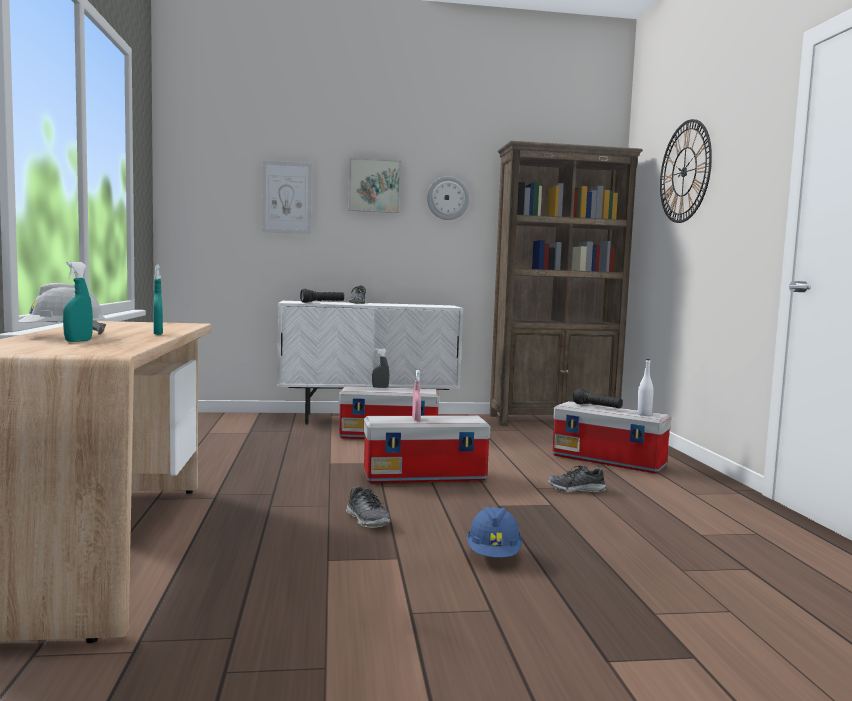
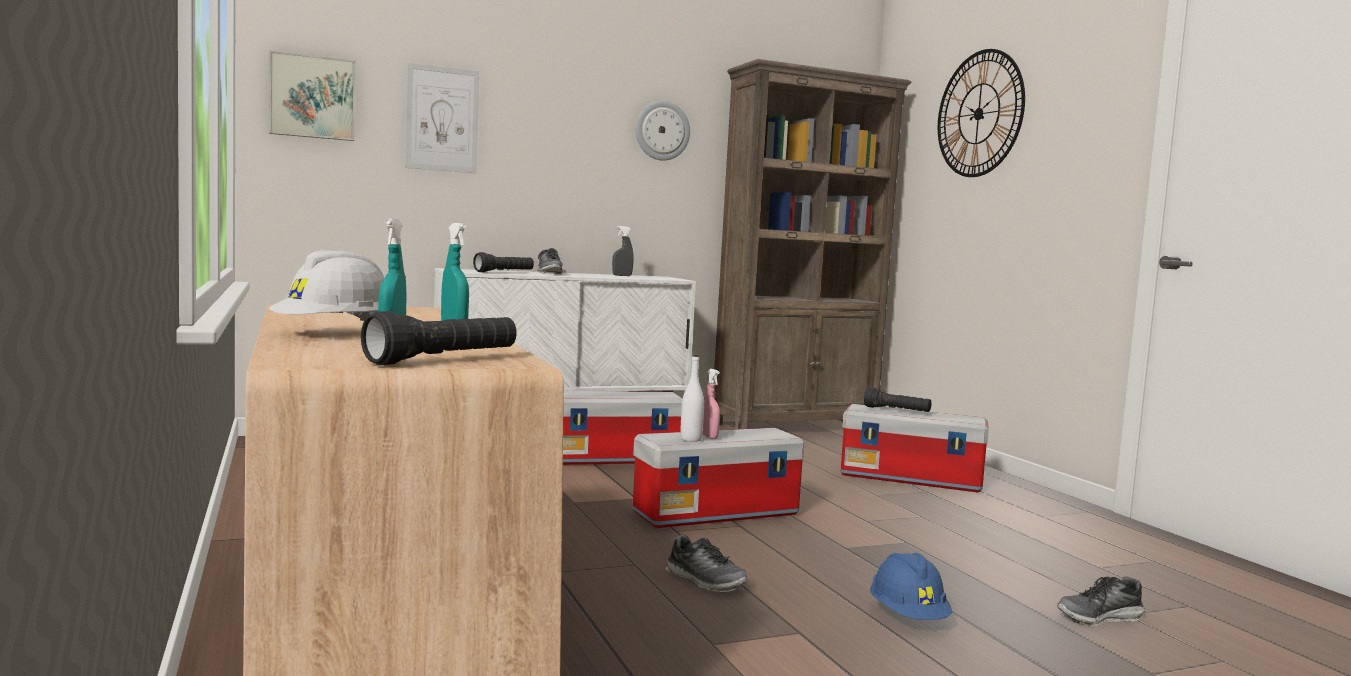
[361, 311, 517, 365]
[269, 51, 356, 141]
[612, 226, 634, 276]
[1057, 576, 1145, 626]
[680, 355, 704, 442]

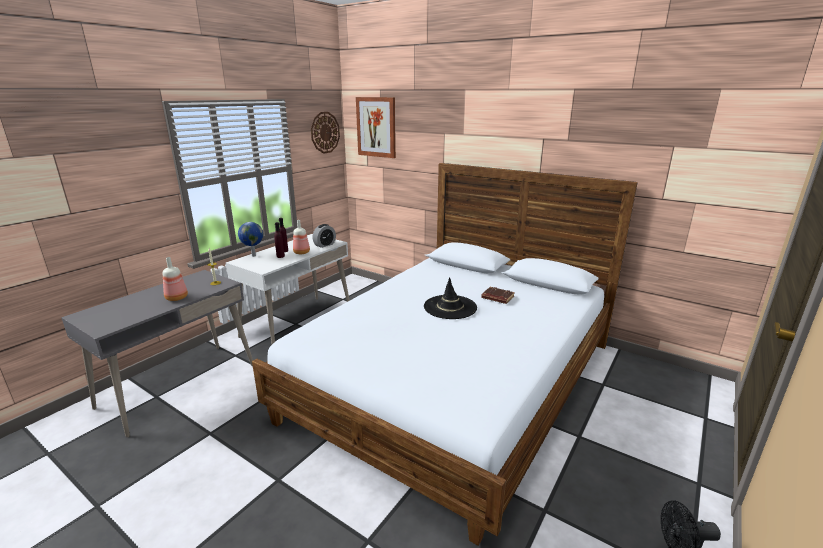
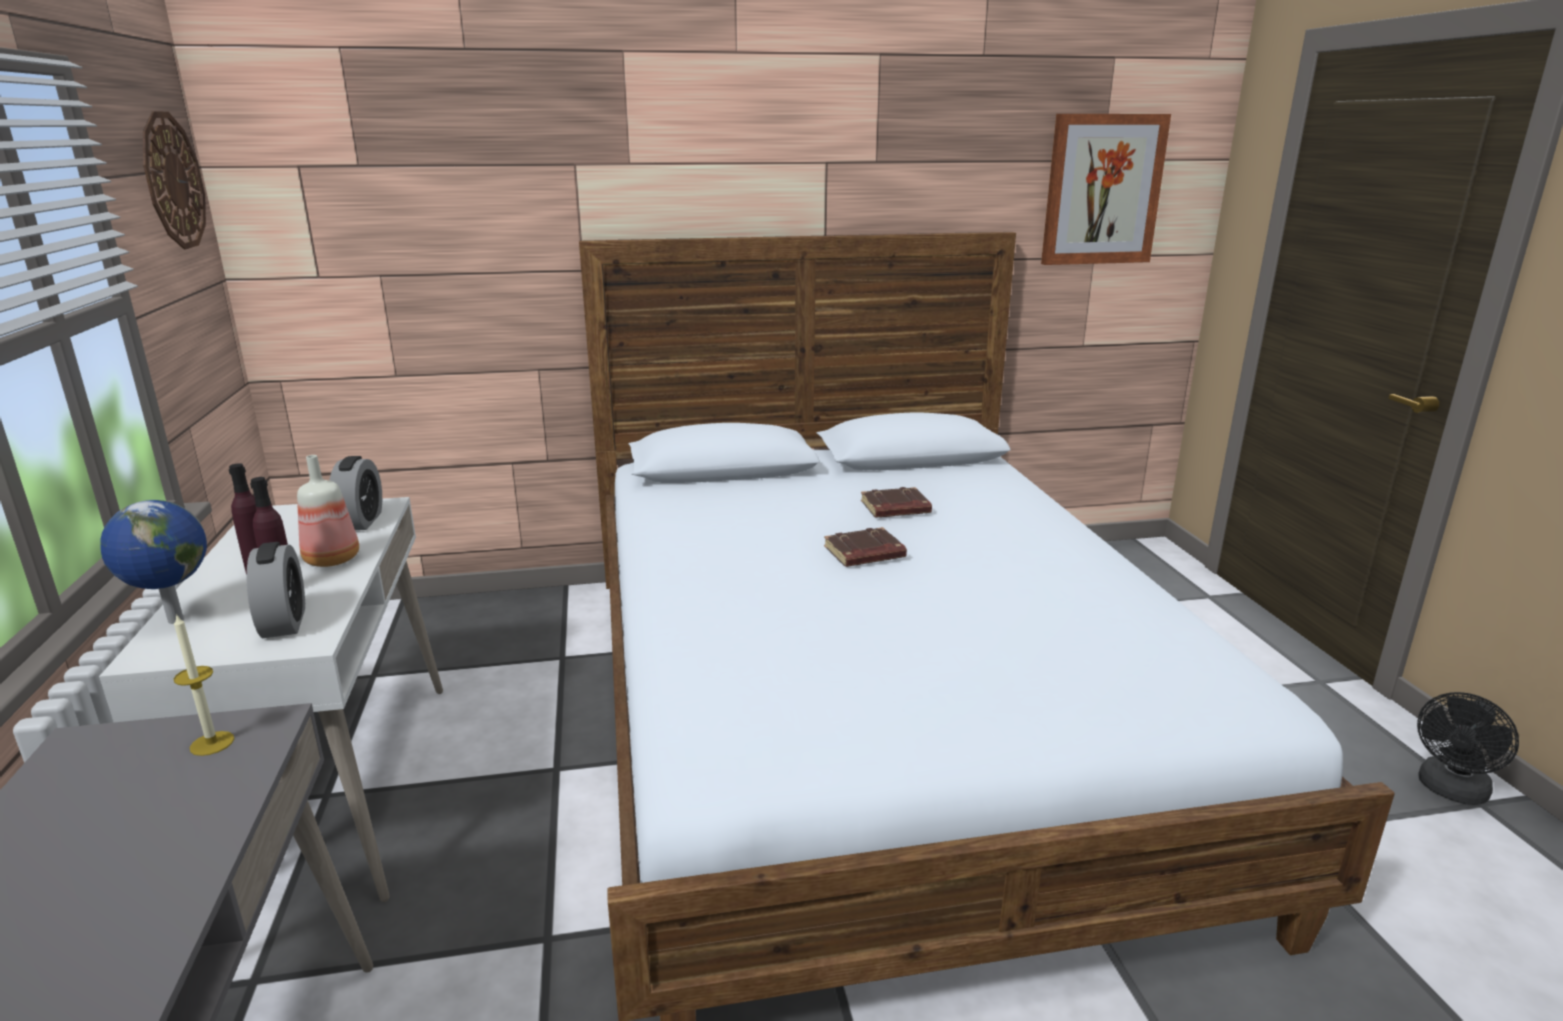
[163, 257, 188, 301] (first image)
[247, 542, 305, 638]
[1041, 114, 1171, 265]
[824, 527, 907, 567]

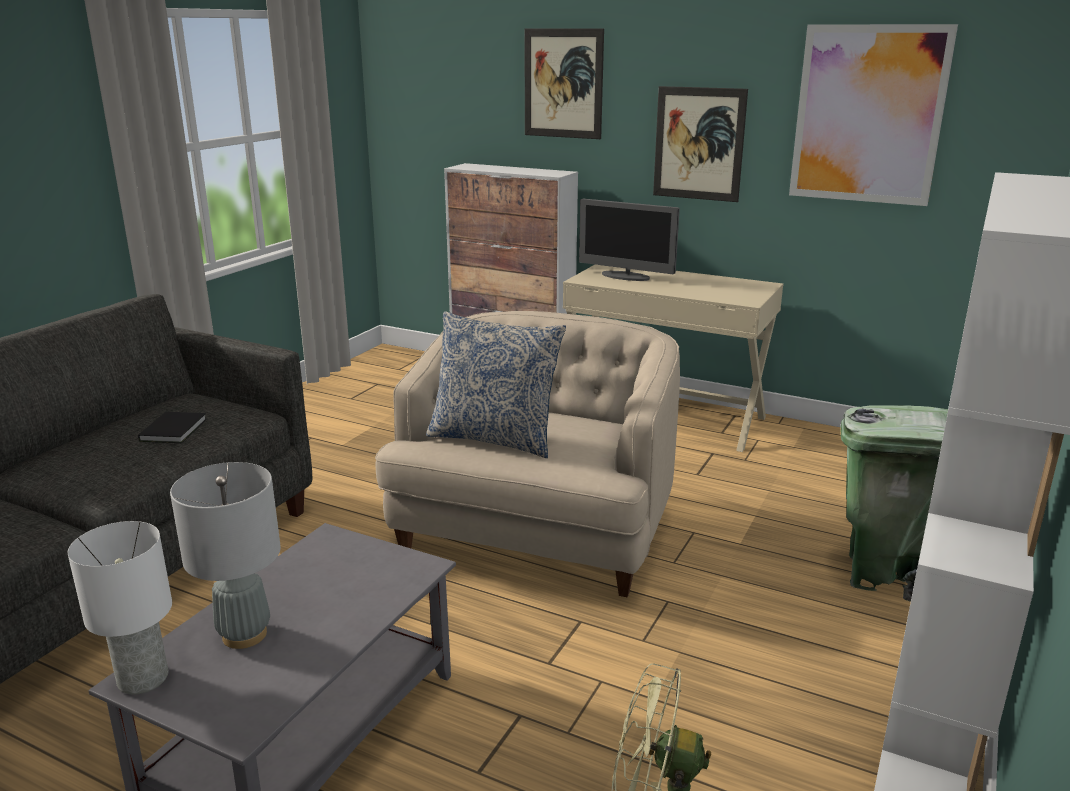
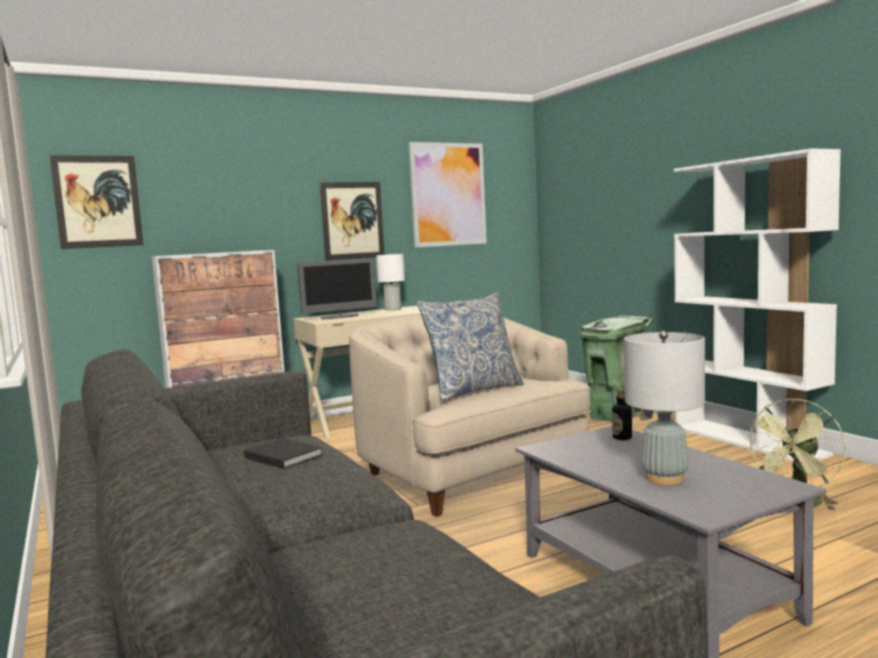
[612, 389, 632, 440]
[376, 254, 405, 310]
[49, 155, 144, 249]

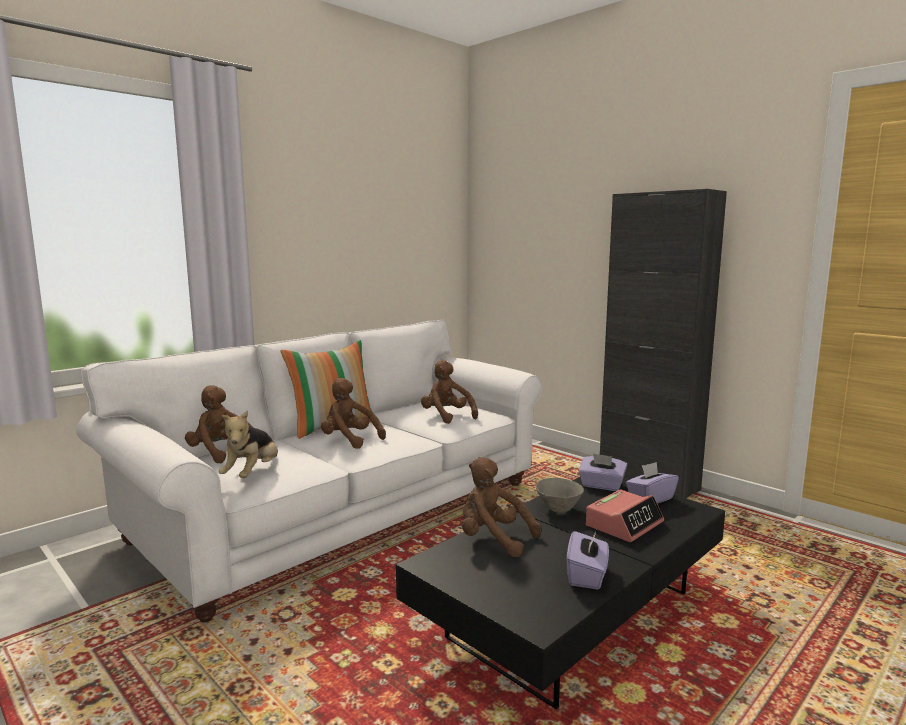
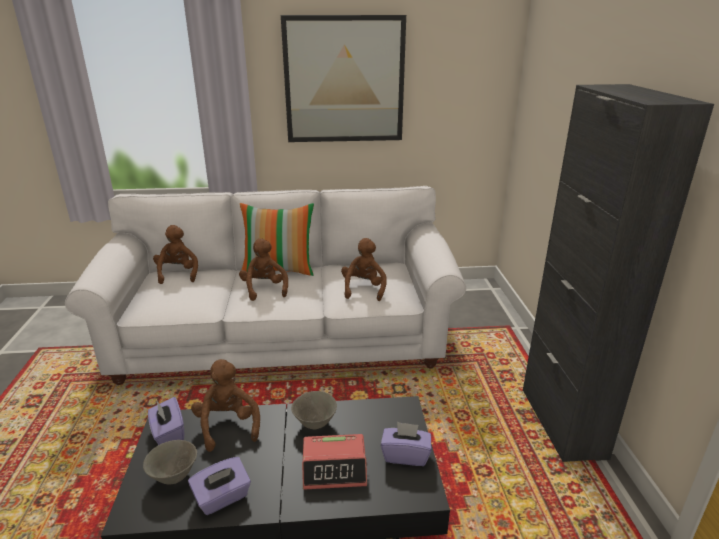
[219, 410, 278, 478] (first image)
[143, 440, 197, 484]
[281, 15, 406, 142]
[148, 397, 184, 445]

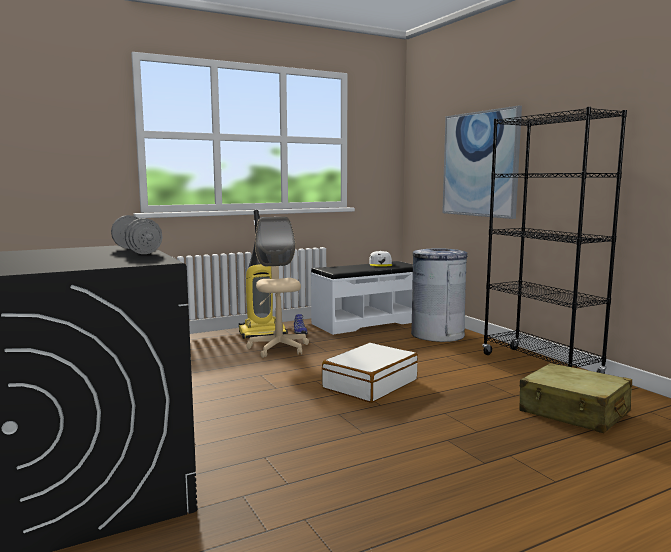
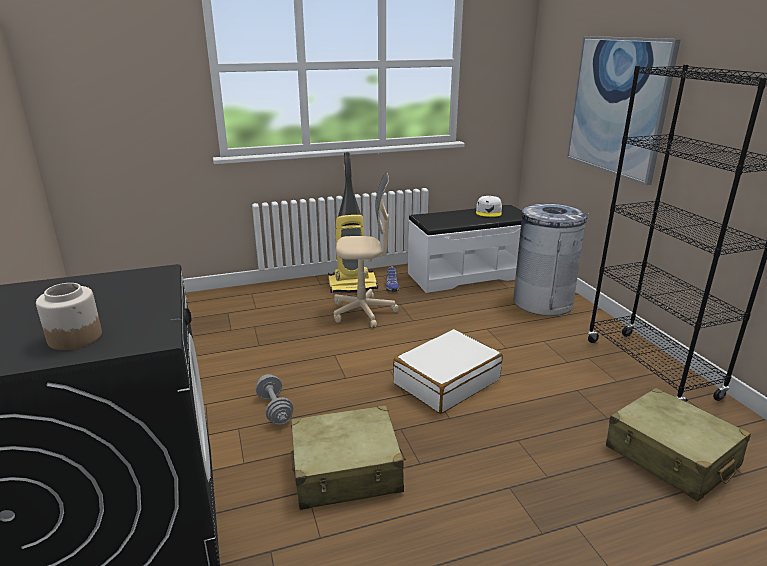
[36, 283, 102, 350]
[291, 405, 406, 510]
[255, 374, 294, 425]
[334, 172, 399, 328]

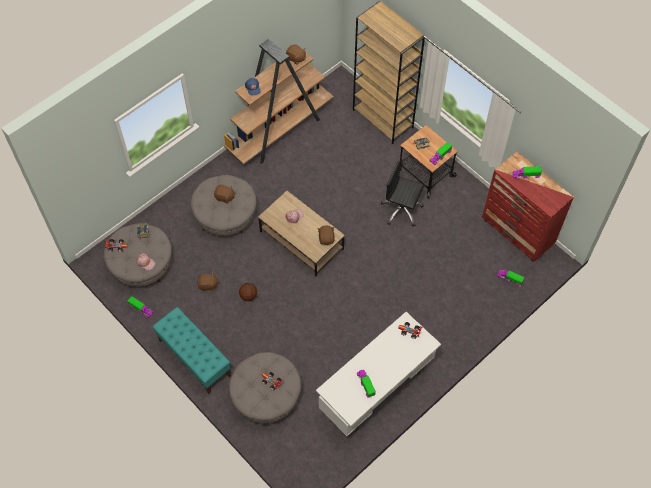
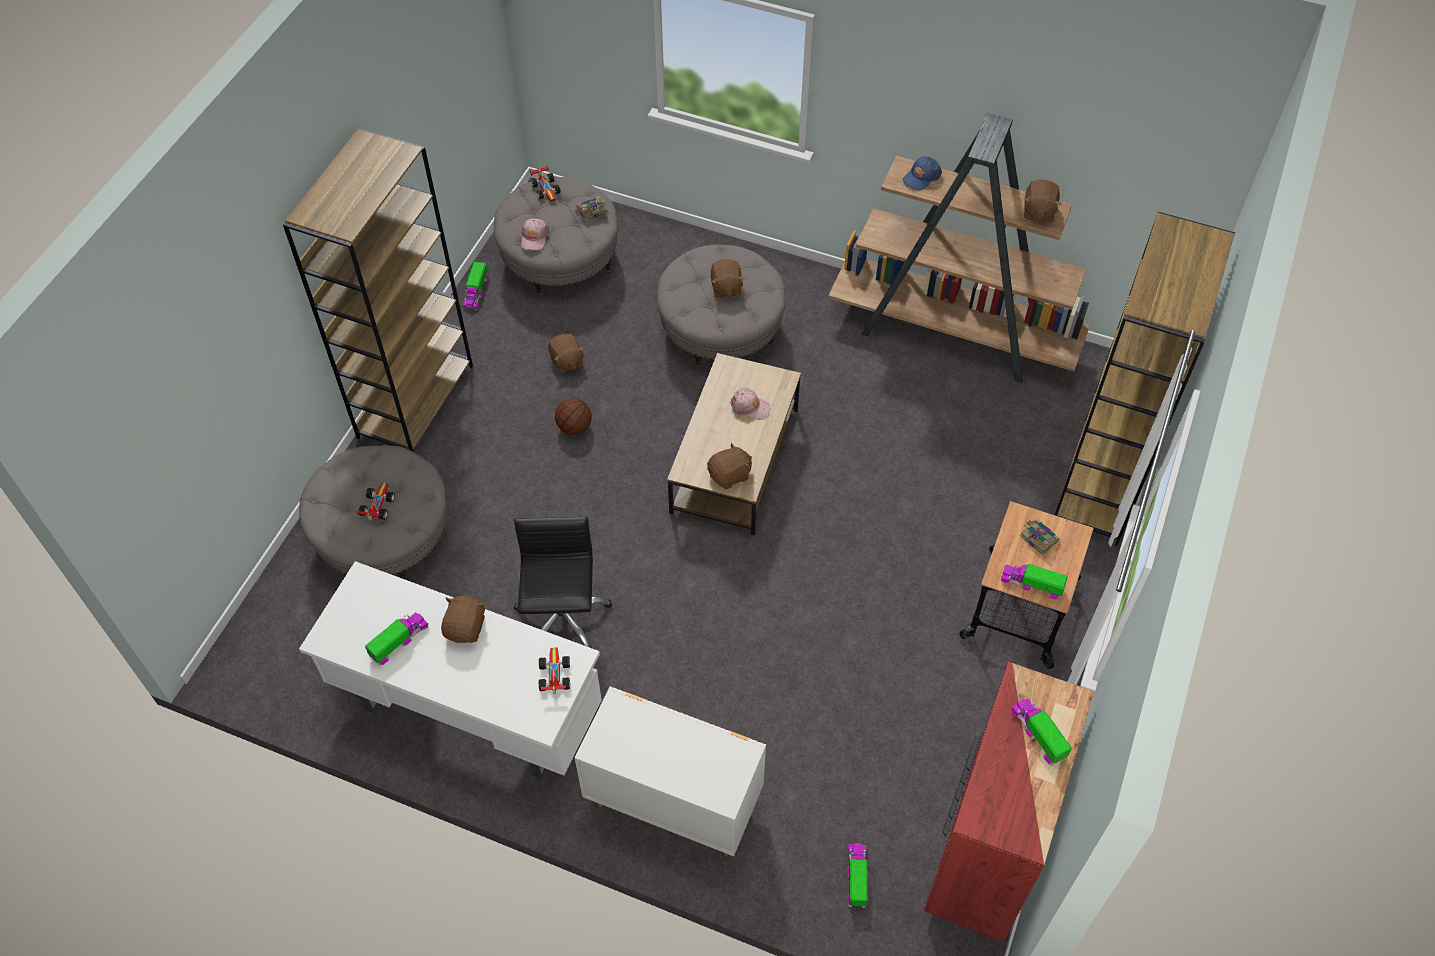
[441, 595, 486, 643]
[575, 686, 766, 856]
[514, 517, 612, 649]
[283, 128, 473, 452]

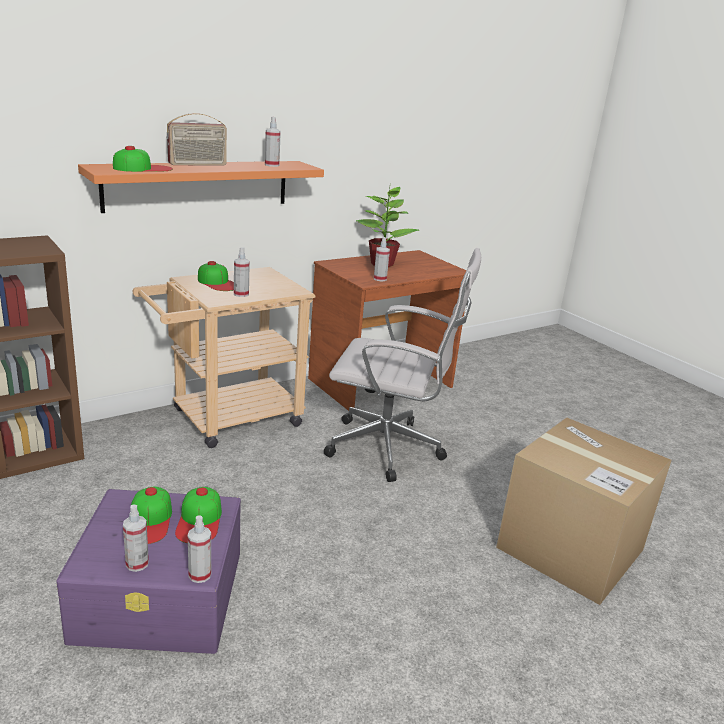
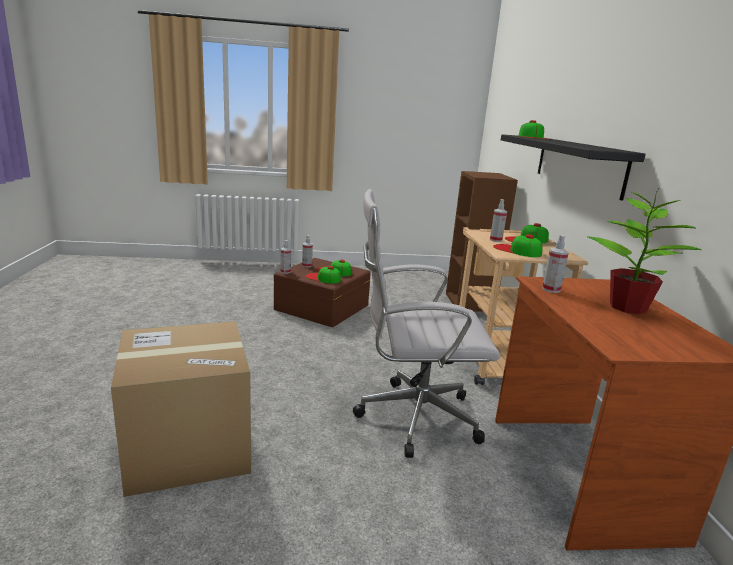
[167, 113, 227, 166] (first image)
[265, 117, 281, 167] (first image)
[493, 234, 543, 257]
[274, 258, 371, 327]
[501, 134, 645, 201]
[353, 189, 500, 458]

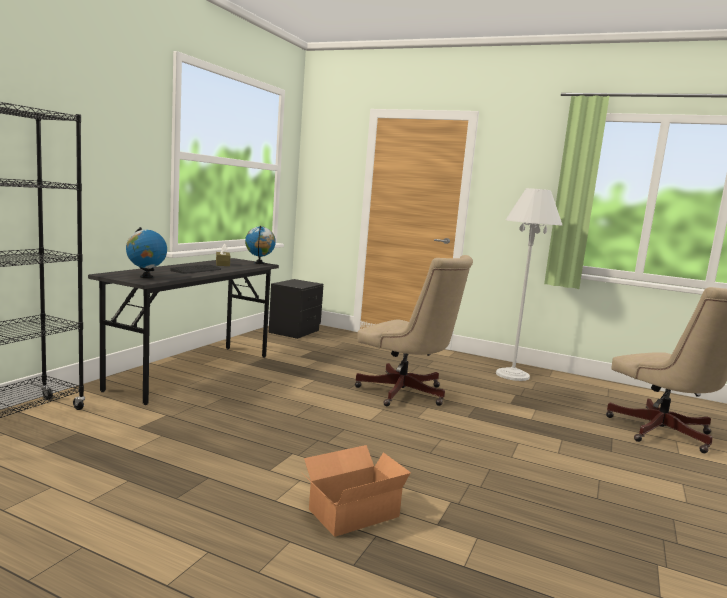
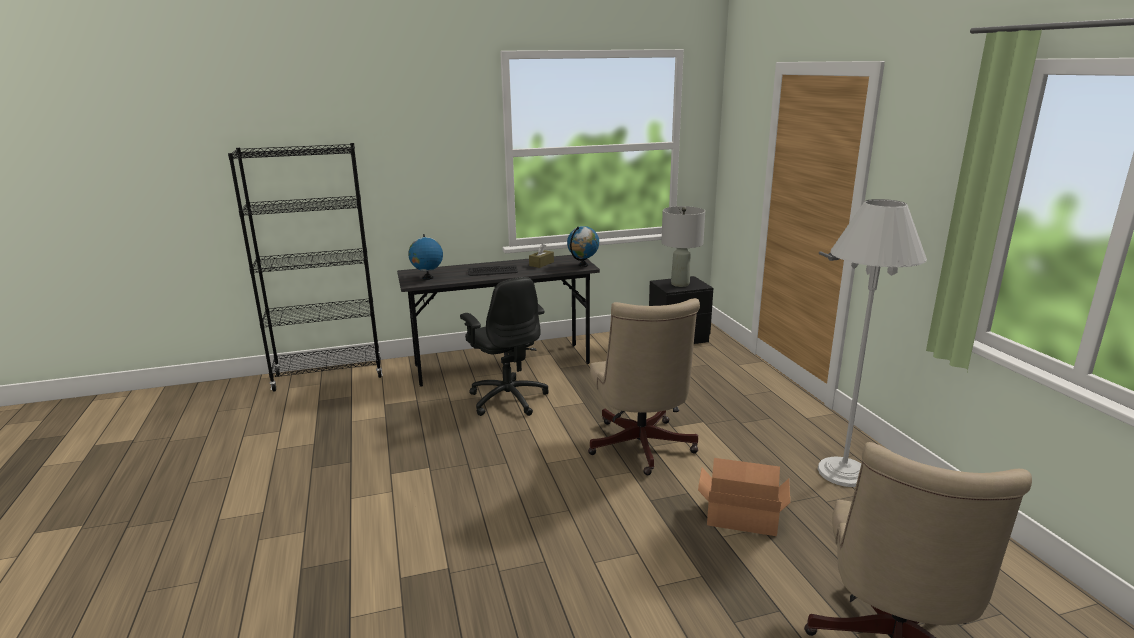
[460, 277, 549, 416]
[661, 206, 705, 287]
[698, 458, 790, 536]

